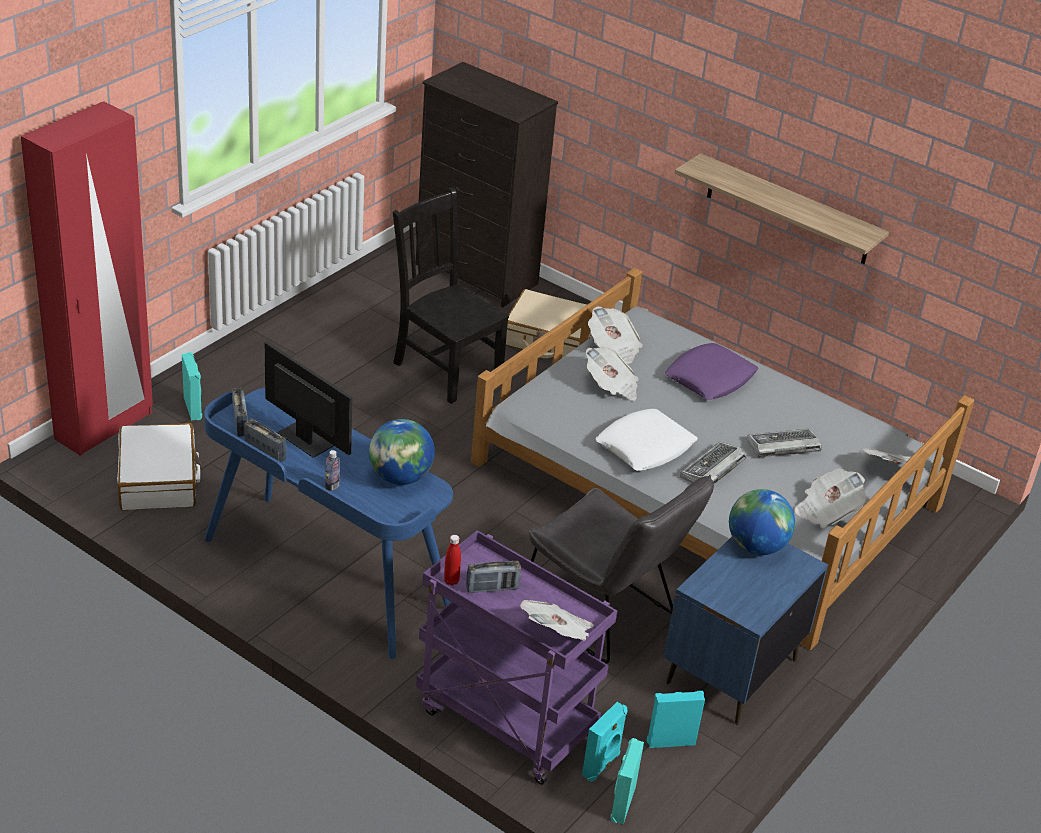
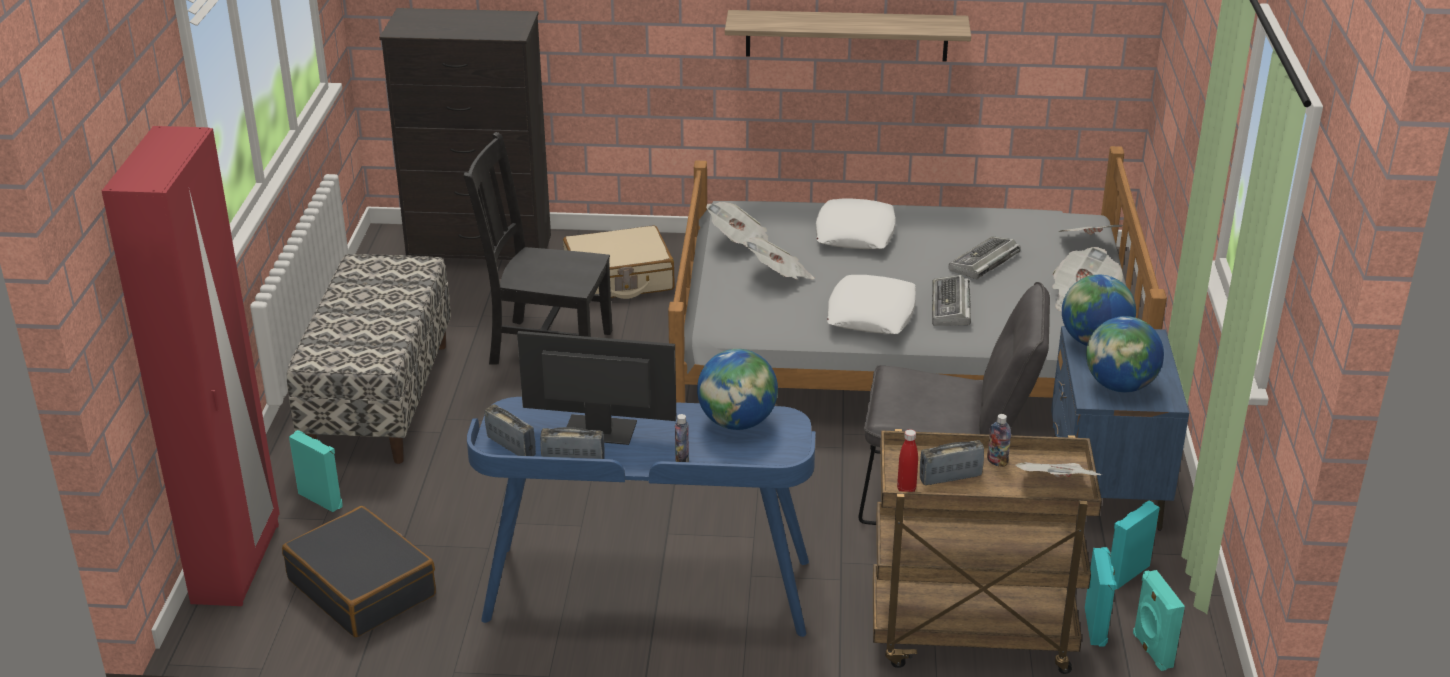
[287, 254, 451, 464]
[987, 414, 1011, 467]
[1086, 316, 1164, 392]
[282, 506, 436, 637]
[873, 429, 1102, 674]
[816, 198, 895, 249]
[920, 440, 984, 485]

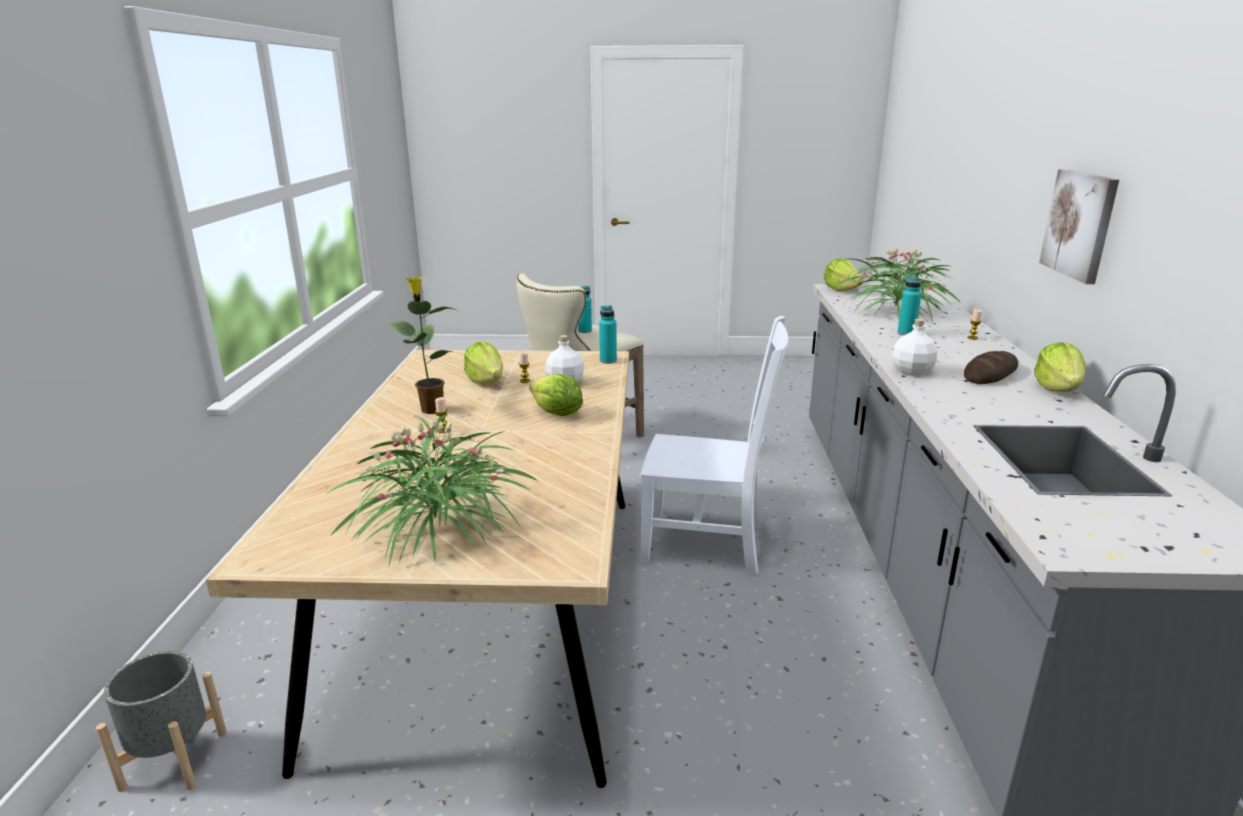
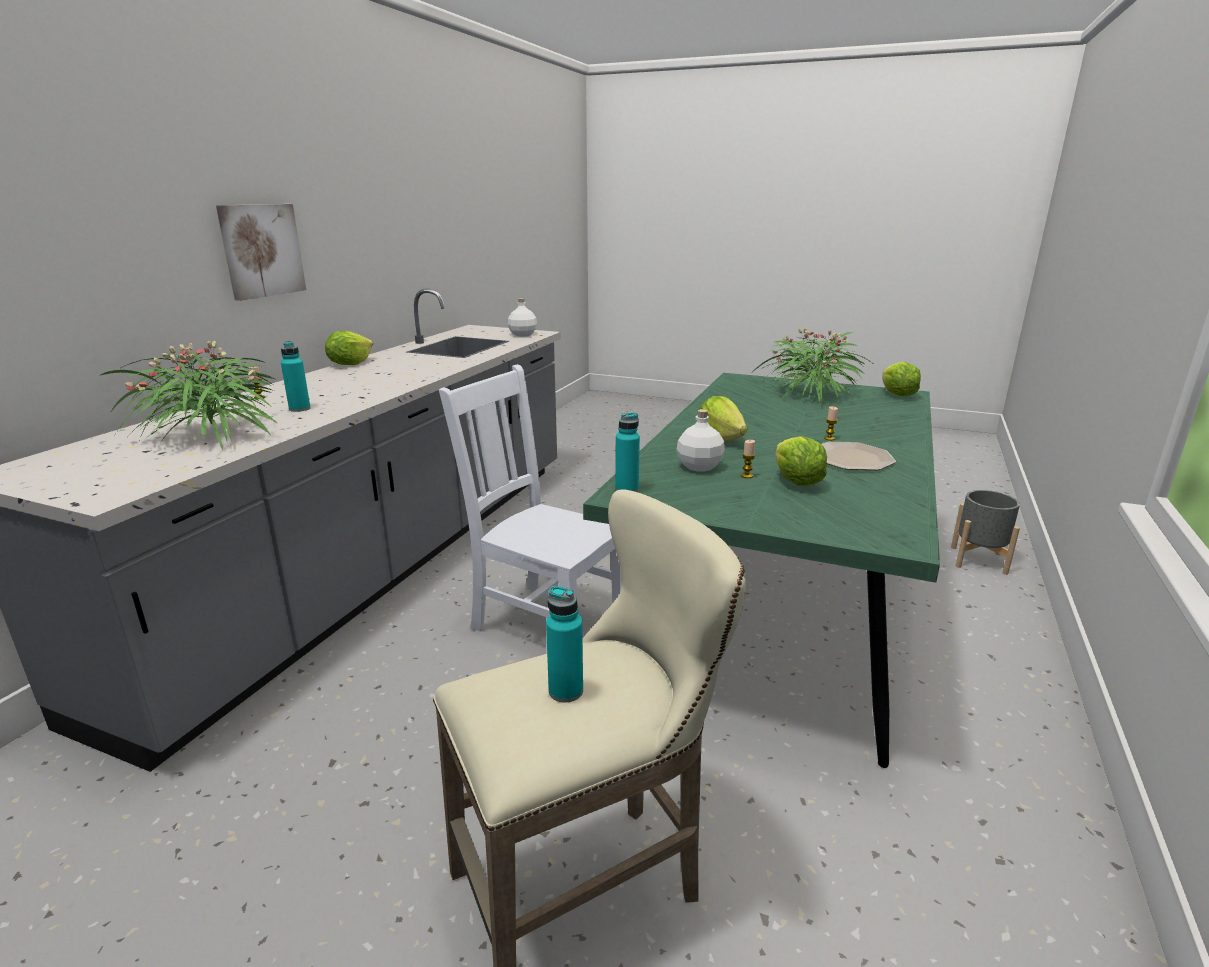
[964, 351, 1018, 384] (first image)
[882, 362, 921, 396]
[508, 298, 537, 337]
[821, 442, 896, 470]
[583, 373, 940, 768]

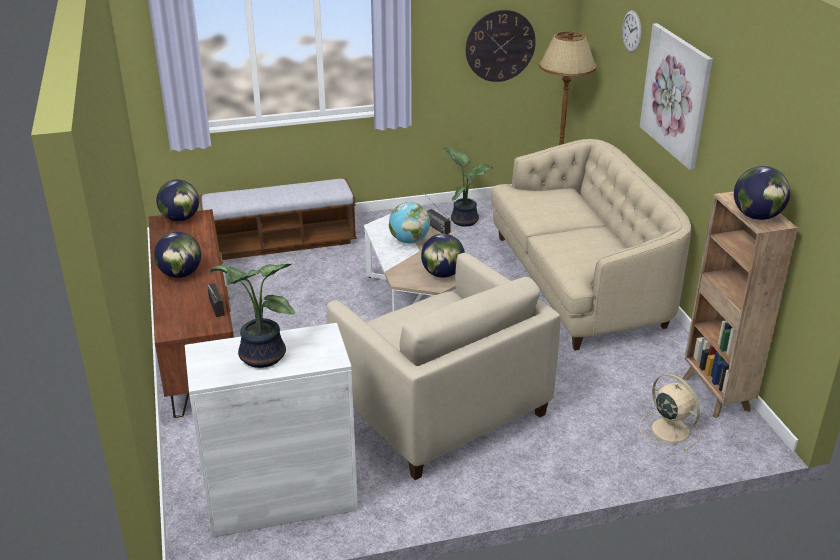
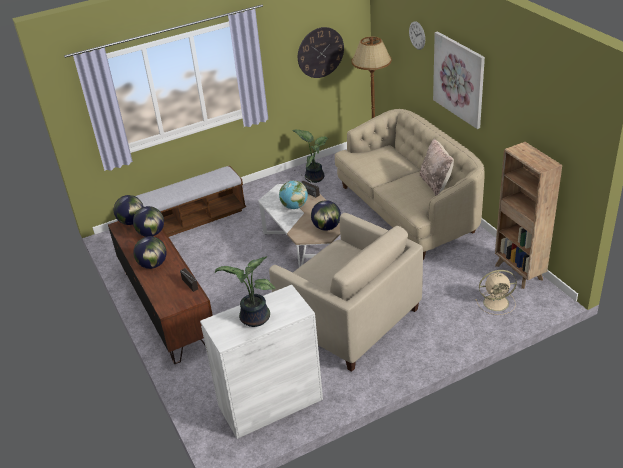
[419, 138, 454, 196]
[133, 206, 164, 237]
[475, 270, 517, 315]

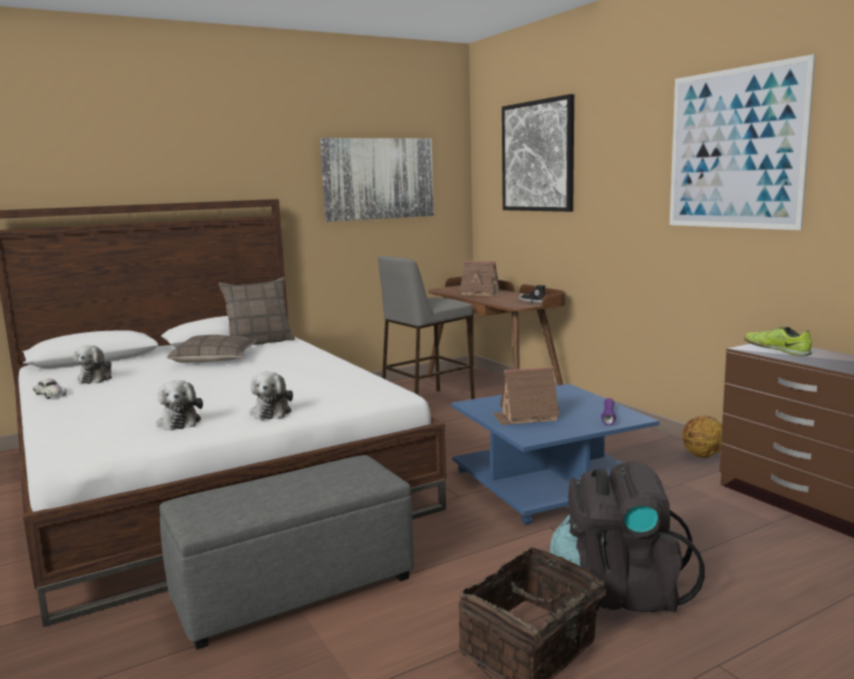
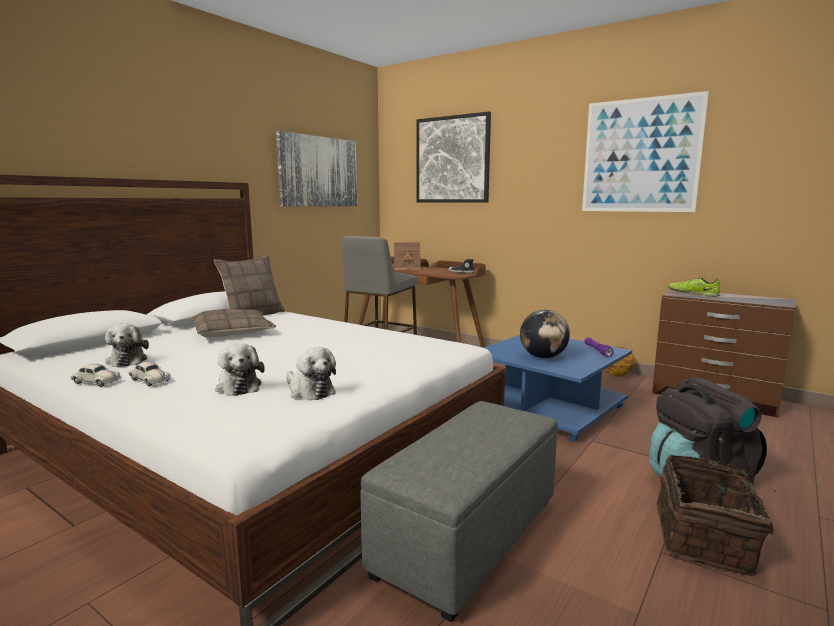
[128, 362, 171, 386]
[215, 343, 265, 396]
[520, 310, 570, 358]

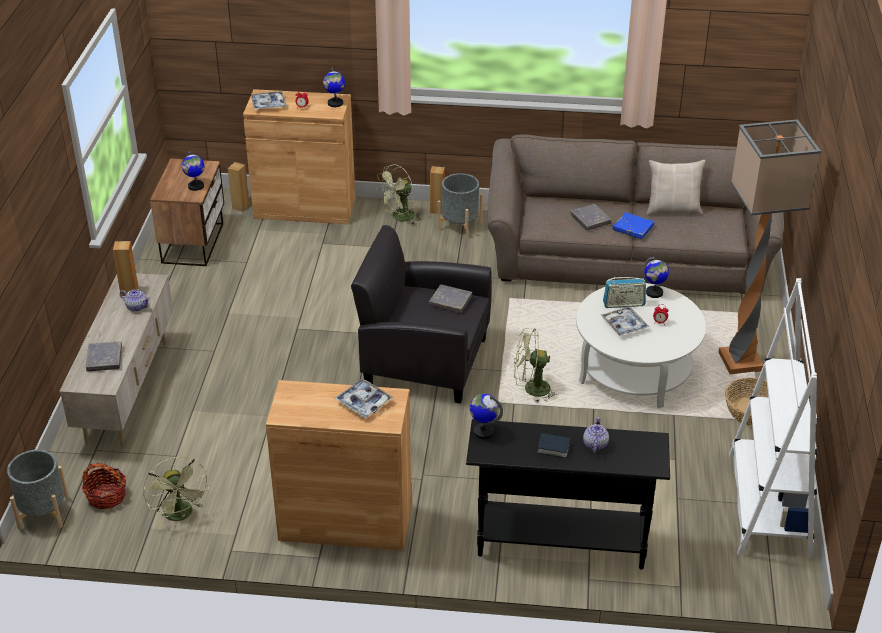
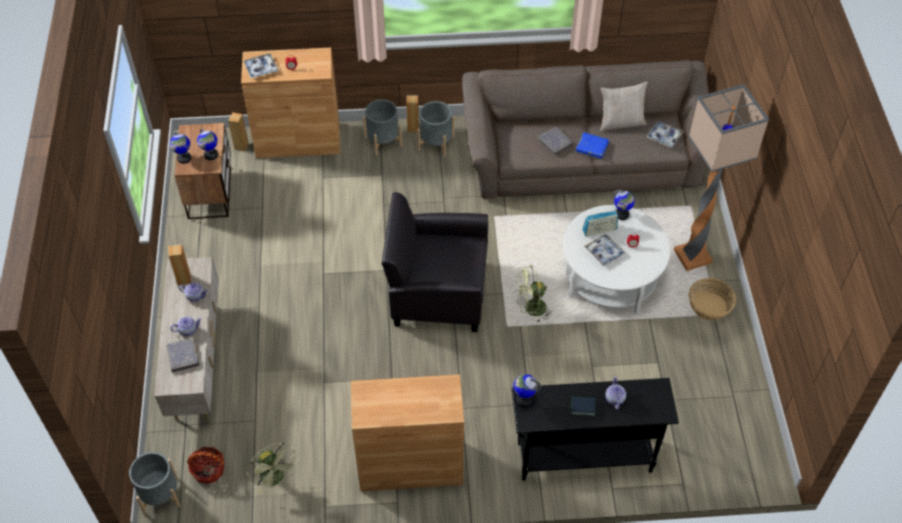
[429, 285, 472, 313] (first image)
[729, 278, 817, 558] (first image)
[170, 317, 202, 336]
[170, 131, 191, 163]
[646, 120, 684, 148]
[363, 99, 402, 156]

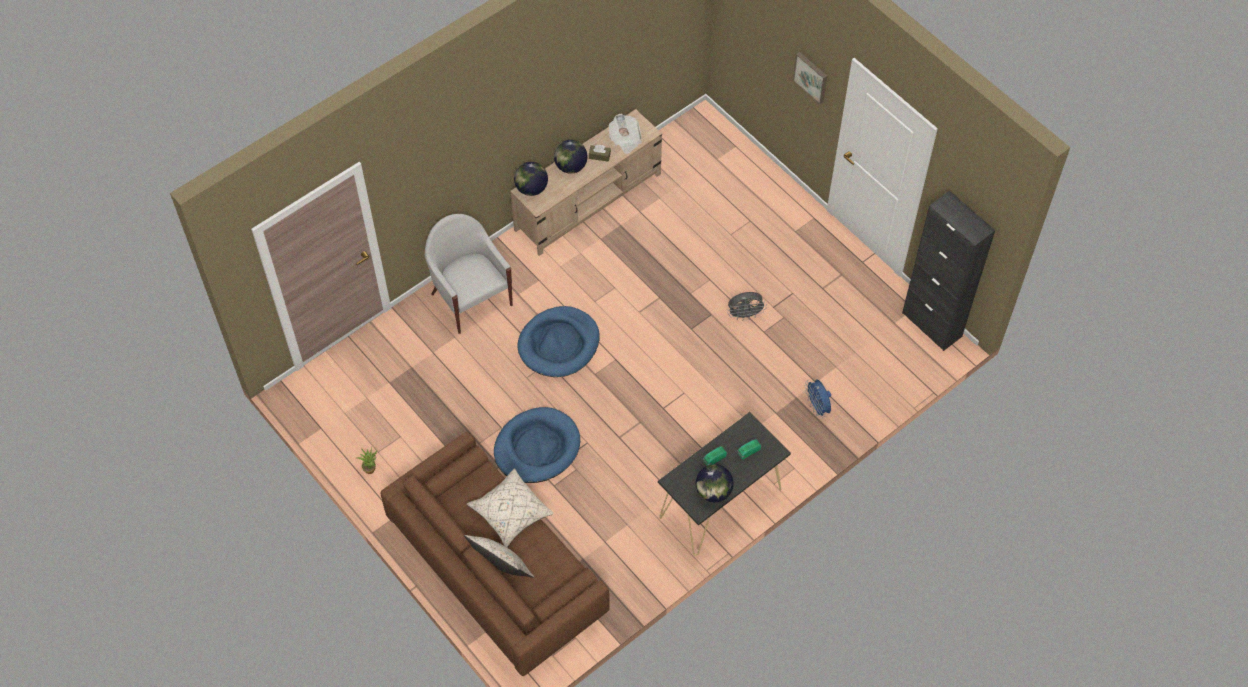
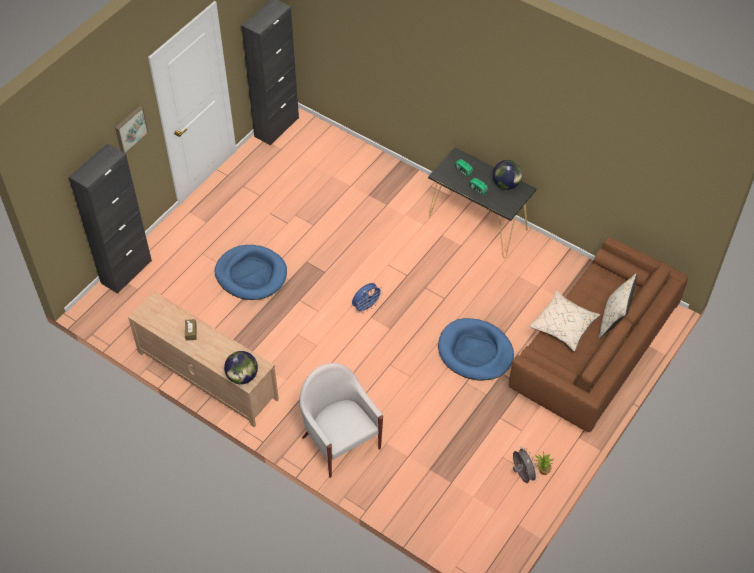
[554, 140, 588, 174] (first image)
[609, 114, 642, 154] (first image)
[69, 143, 152, 294]
[215, 245, 287, 300]
[513, 446, 539, 483]
[352, 283, 383, 313]
[299, 363, 383, 478]

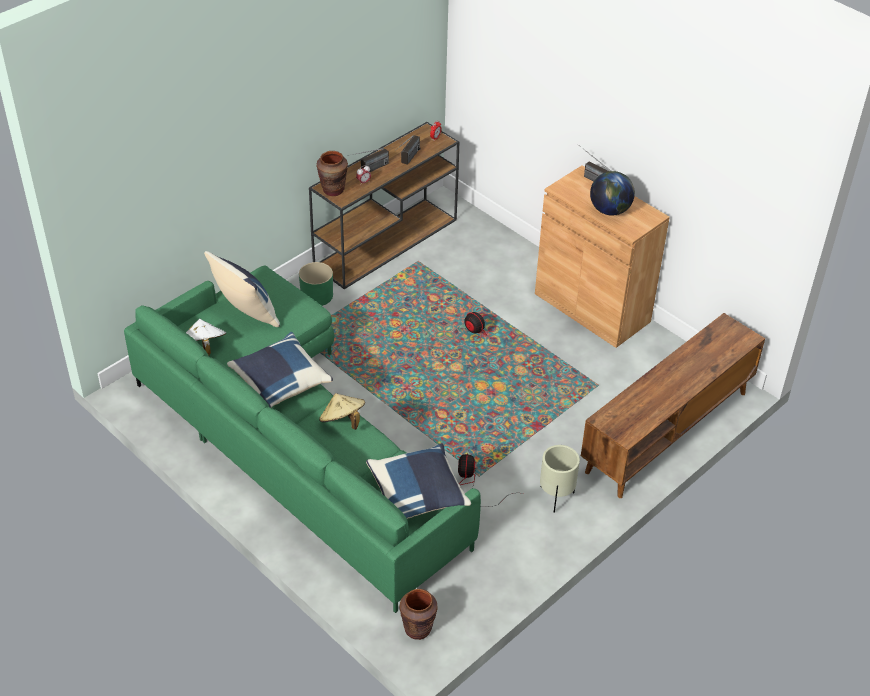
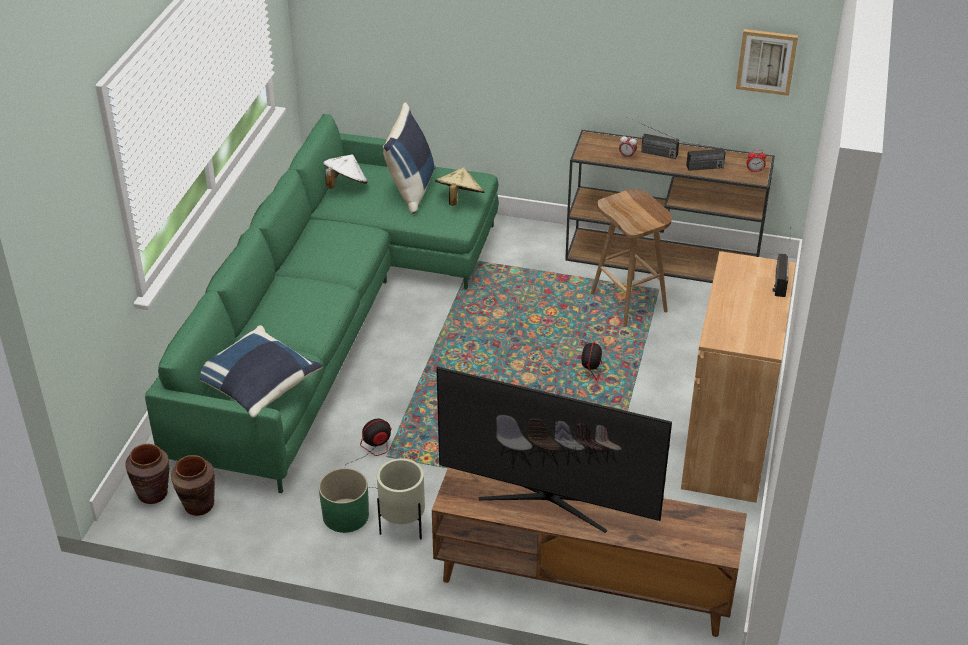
[227, 332, 333, 408] (first image)
[590, 171, 635, 216] (first image)
[436, 367, 672, 533]
[591, 189, 672, 327]
[736, 29, 798, 96]
[319, 468, 369, 533]
[171, 455, 215, 516]
[435, 167, 485, 206]

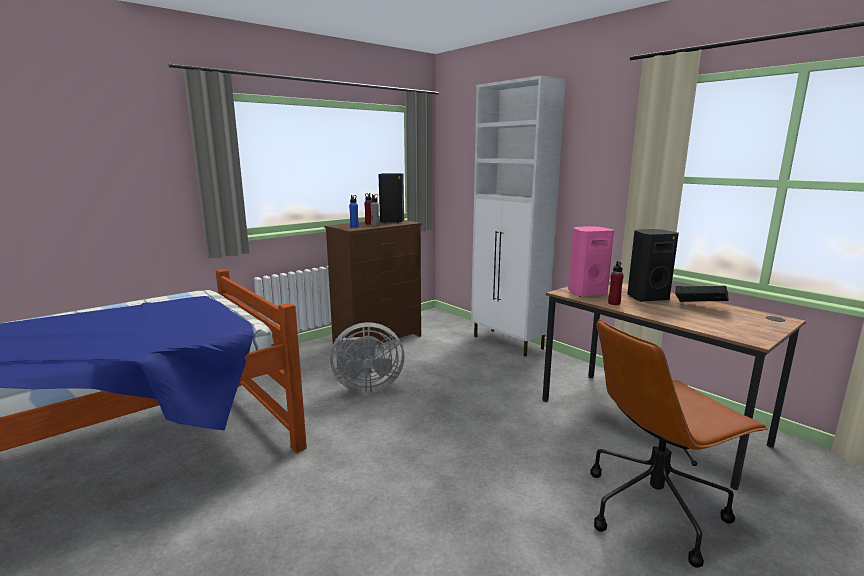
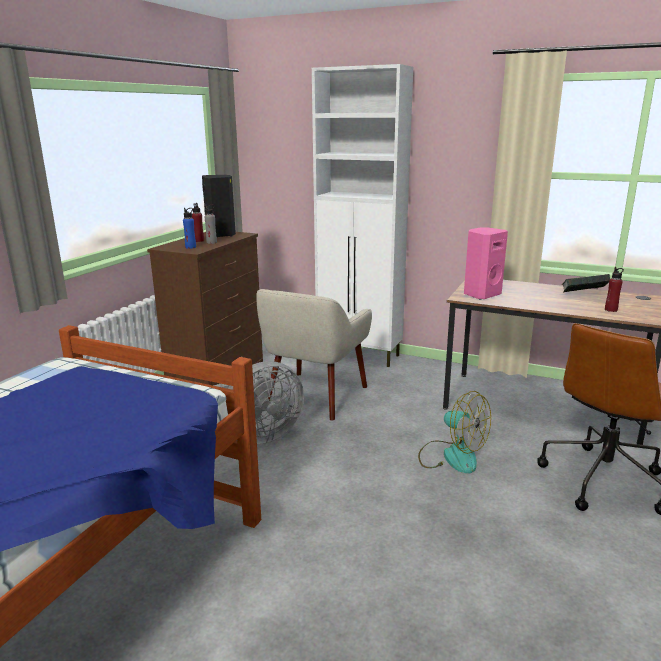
[627, 229, 679, 302] (first image)
[256, 289, 372, 421]
[418, 391, 491, 474]
[605, 267, 624, 312]

